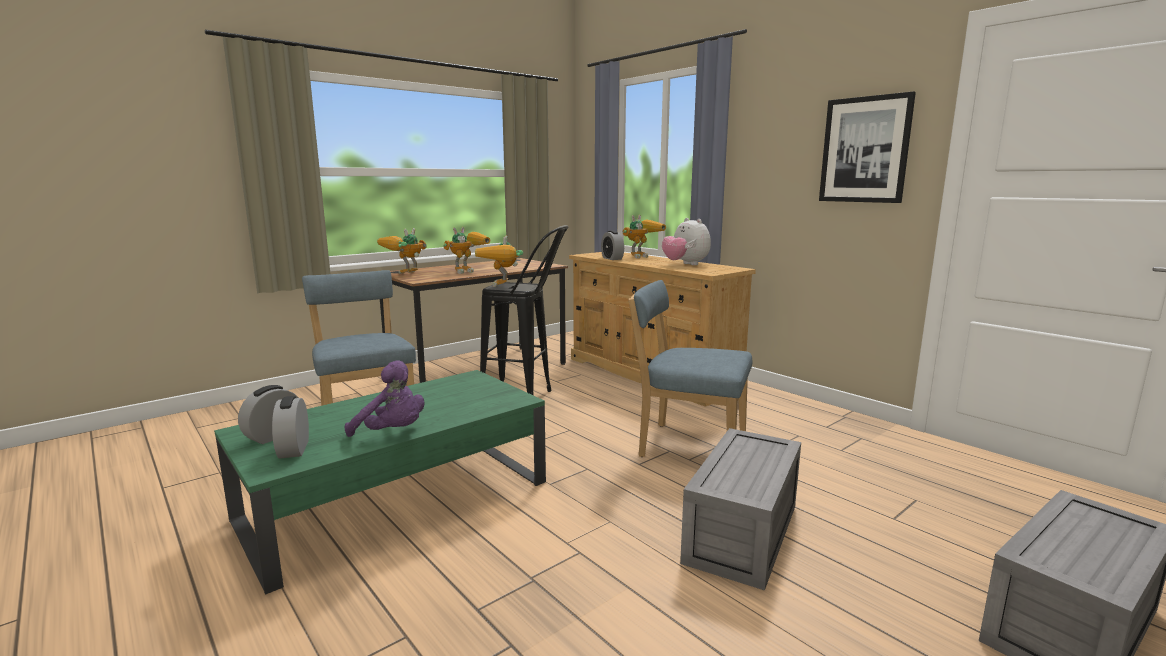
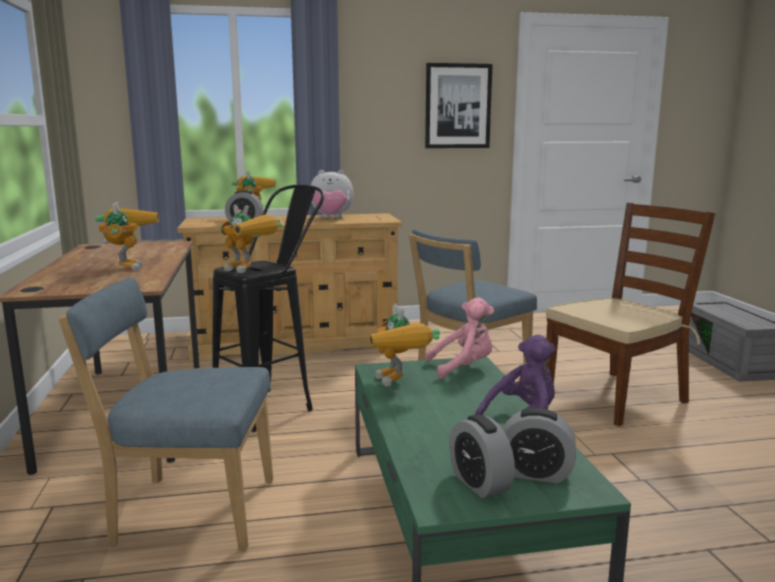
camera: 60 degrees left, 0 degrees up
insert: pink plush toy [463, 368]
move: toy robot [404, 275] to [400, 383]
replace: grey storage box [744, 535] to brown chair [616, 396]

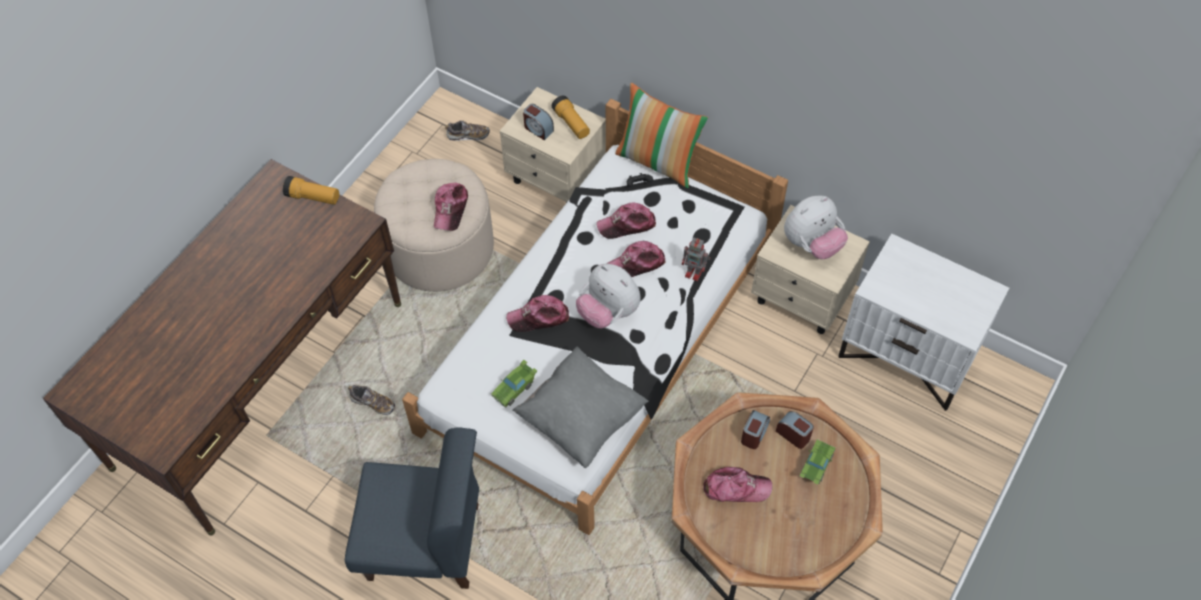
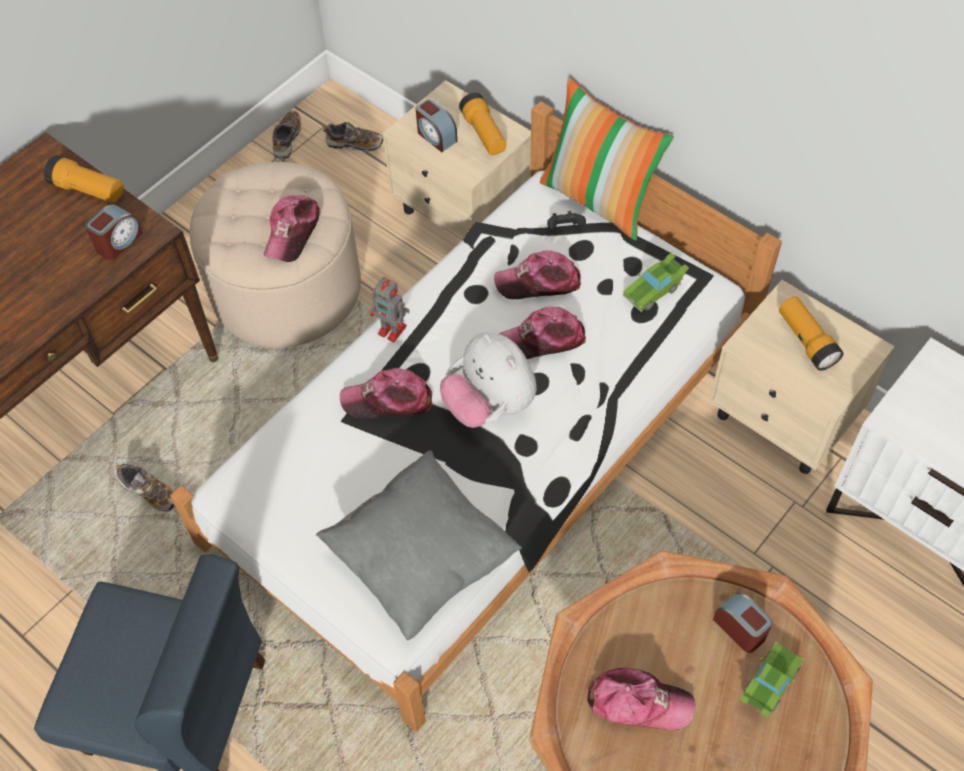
camera: 10 degrees right, 0 degrees up
insert: shoe [287, 140]
move: toy robot [695, 273] to [393, 330]; green toy car [515, 388] to [654, 290]; alarm clock [754, 434] to [118, 242]
replace: plush toy [812, 244] to flashlight [806, 341]

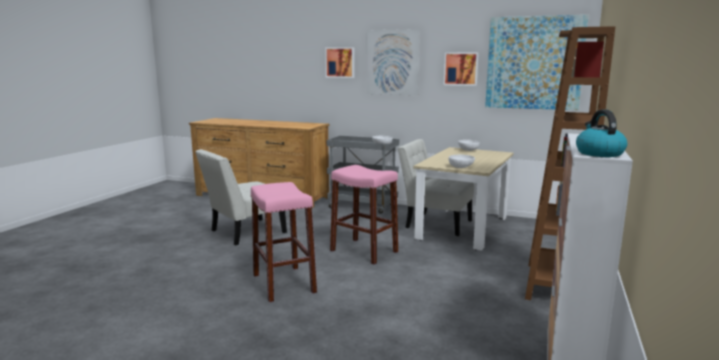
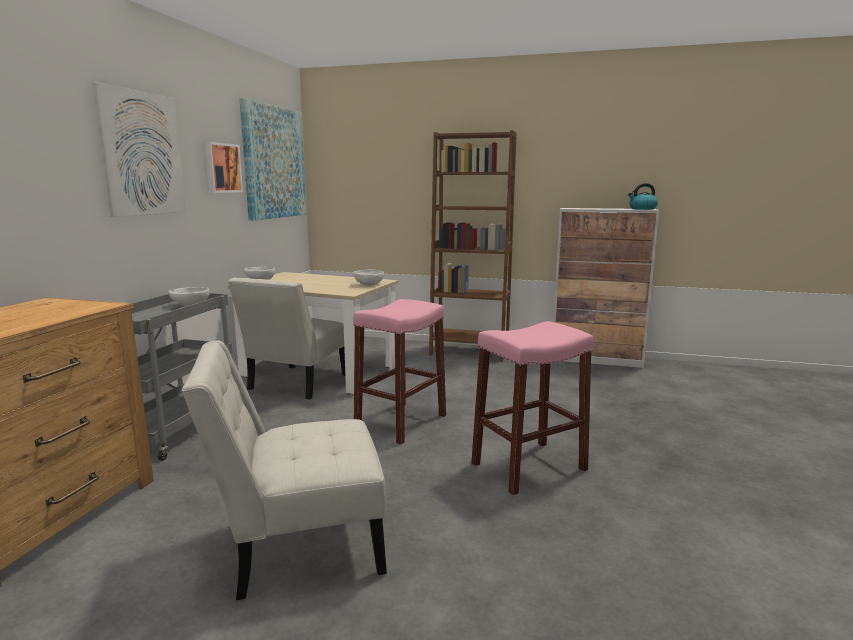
camera: 95 degrees left, 0 degrees up
delete: picture [340, 62]
rotate: white chair [244, 232] = [298, 545] 120 degrees clockwise

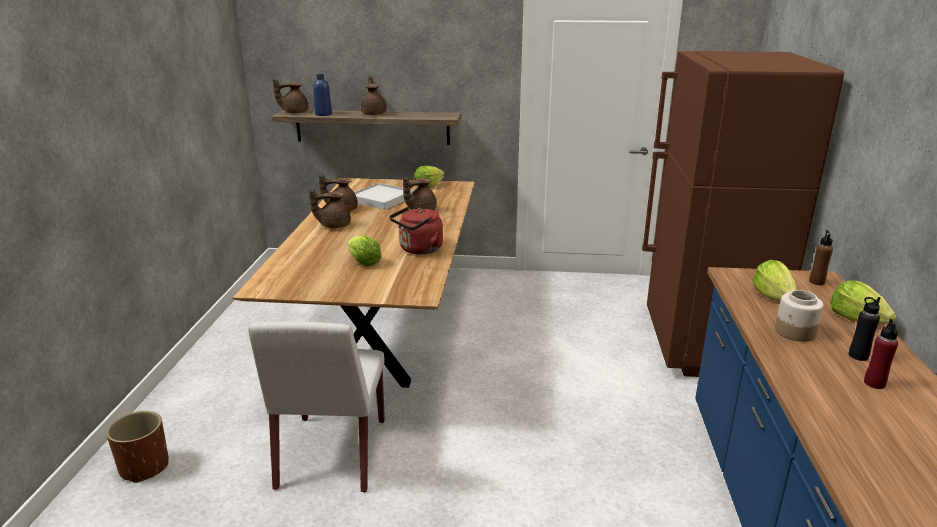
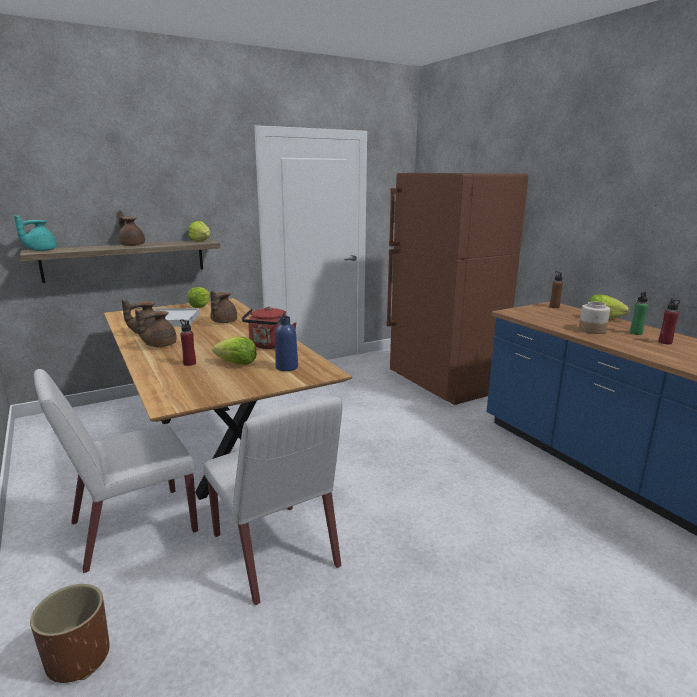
camera: 35 degrees left, 5 degrees down
insert: red bottle [189, 363]; white chair [132, 528]
move: blue bottle [323, 114] to [286, 367]; lettuce [773, 297] to [201, 241]
recolor: brown teapot [294, 112] to turquoise teapot [40, 250]; black bottle [858, 356] to green bottle [635, 333]

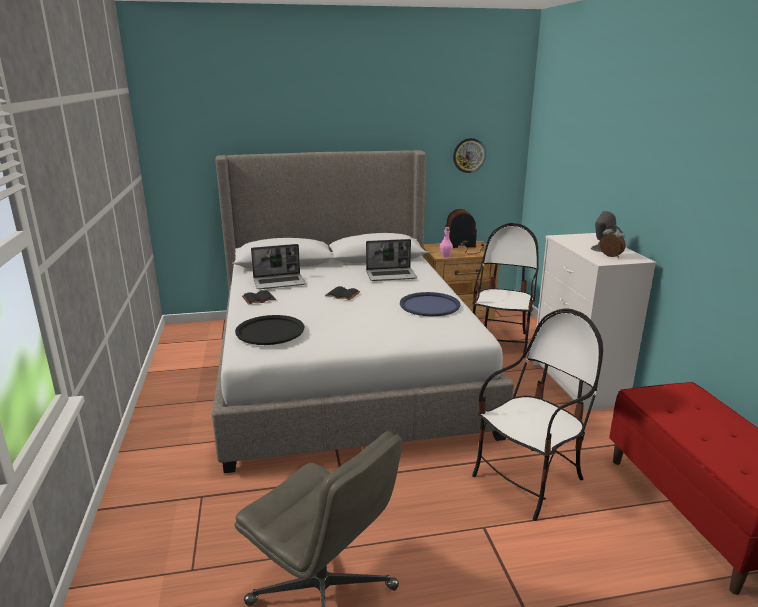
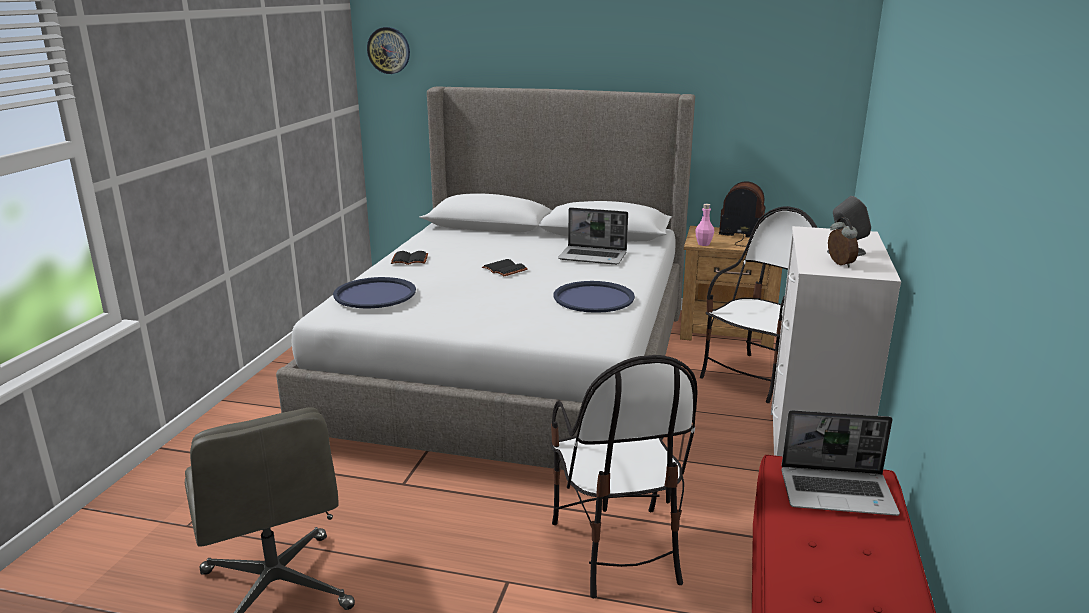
camera: 25 degrees right, 0 degrees up
move: wall clock [468, 155] to [389, 50]; laptop [280, 282] to [838, 492]
recolor: black tray [270, 331] to blue tray [375, 294]
rotate: chair [529, 481] = [617, 549] 90 degrees clockwise

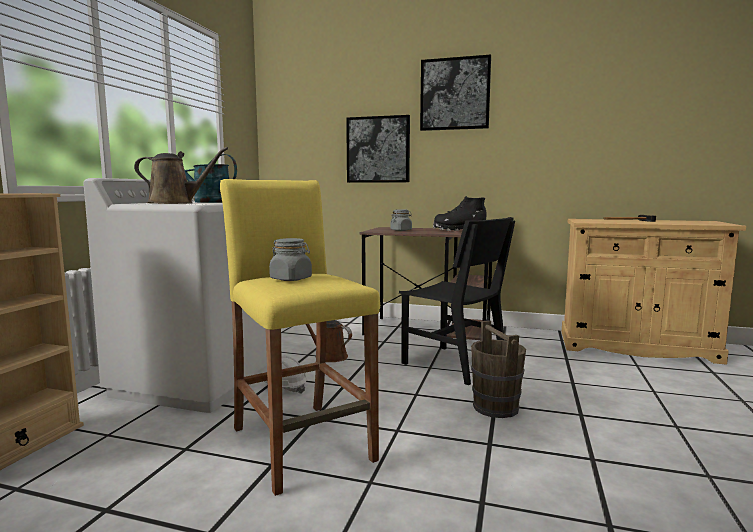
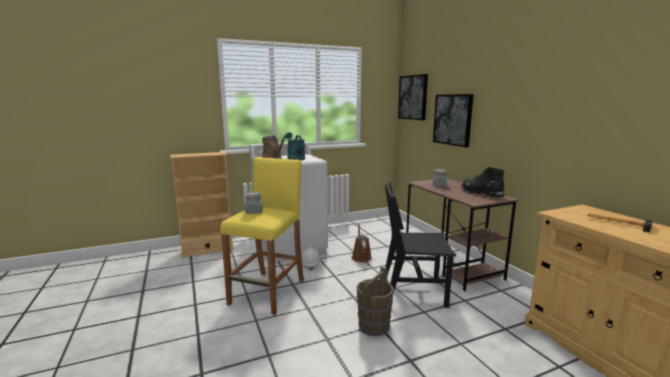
camera: 50 degrees right, 5 degrees up
move: picture [455, 94] to [413, 97]
rotate: black chair [453, 364] = [413, 292] 90 degrees clockwise

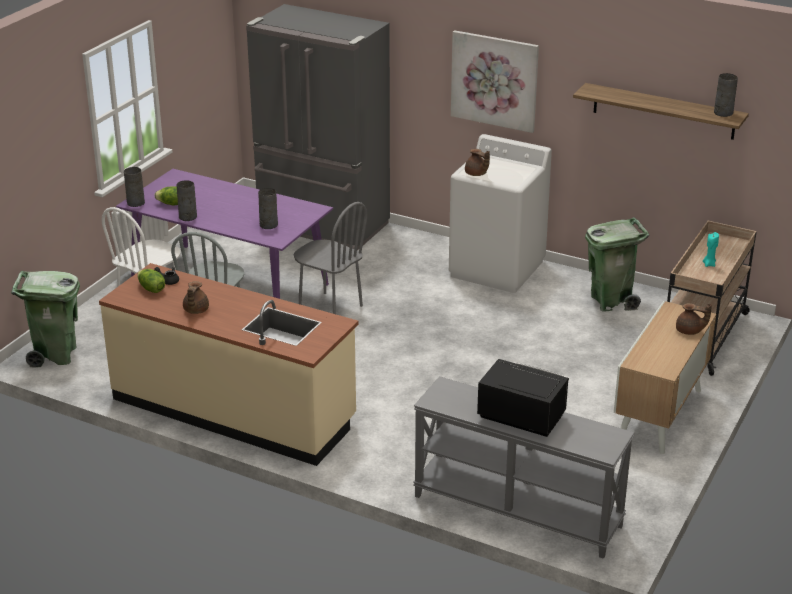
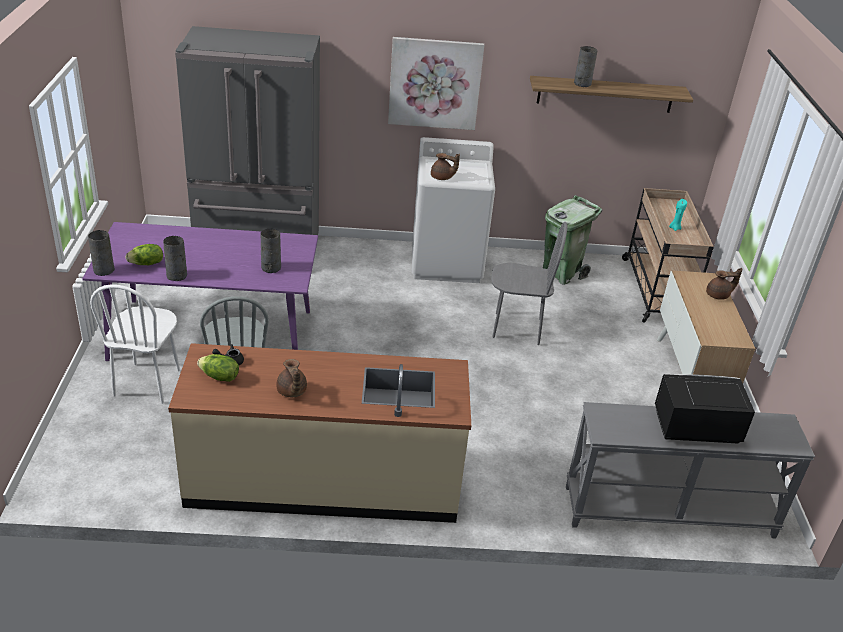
camera: 30 degrees left, 5 degrees up
delete: green trash can [56, 355]
move: grey vase [722, 113] to [582, 84]; grey chair [330, 308] to [517, 328]

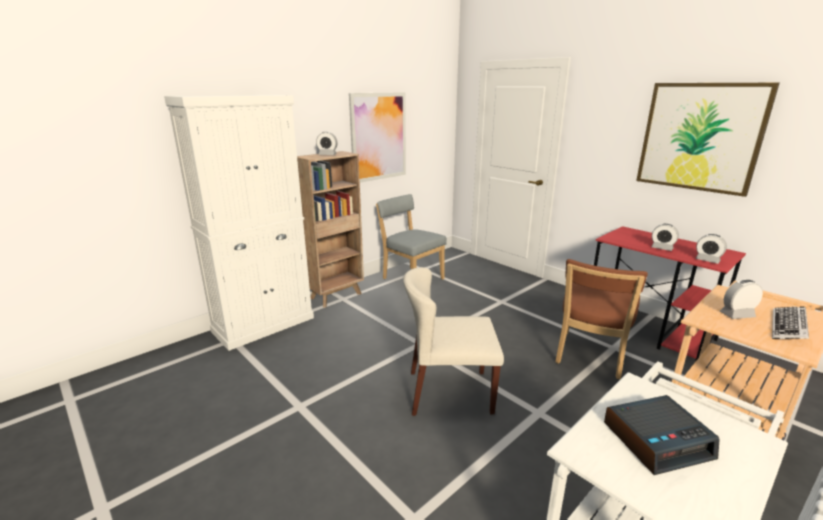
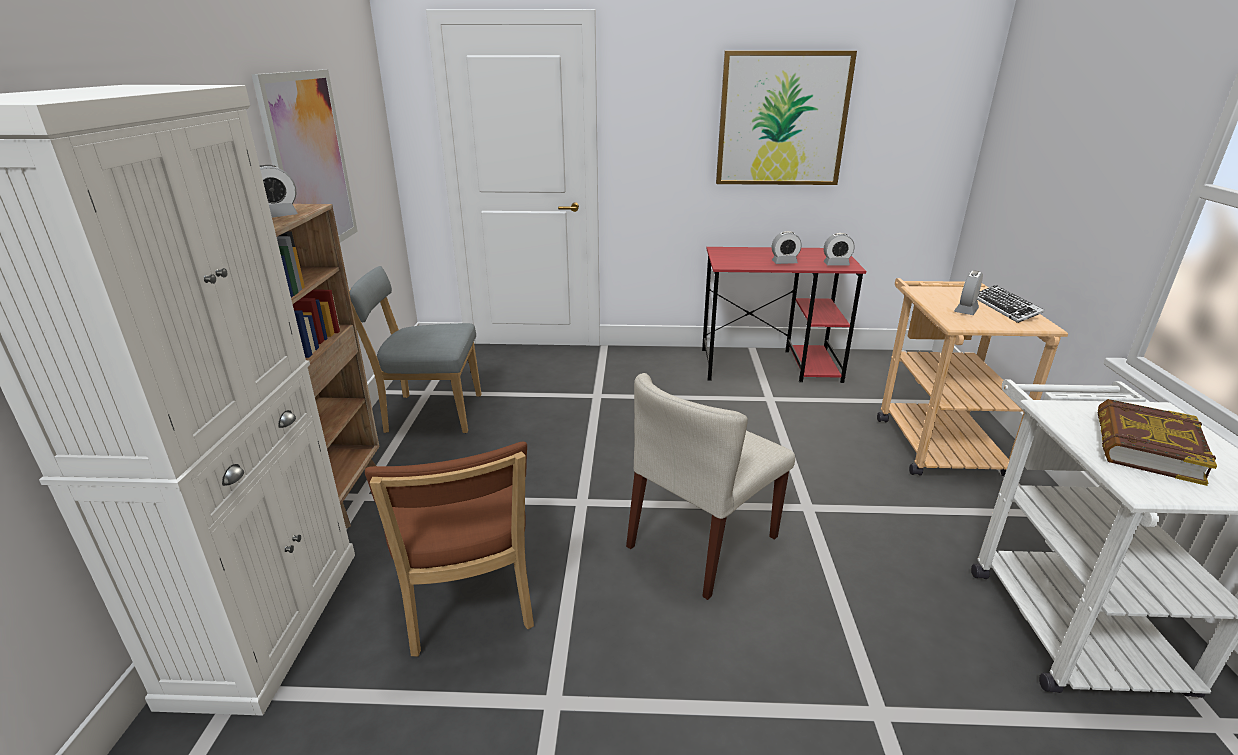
camera: 45 degrees left, 5 degrees up
move: brown chair [589, 357] to [467, 603]
replace: alarm clock [657, 440] to book [1145, 447]

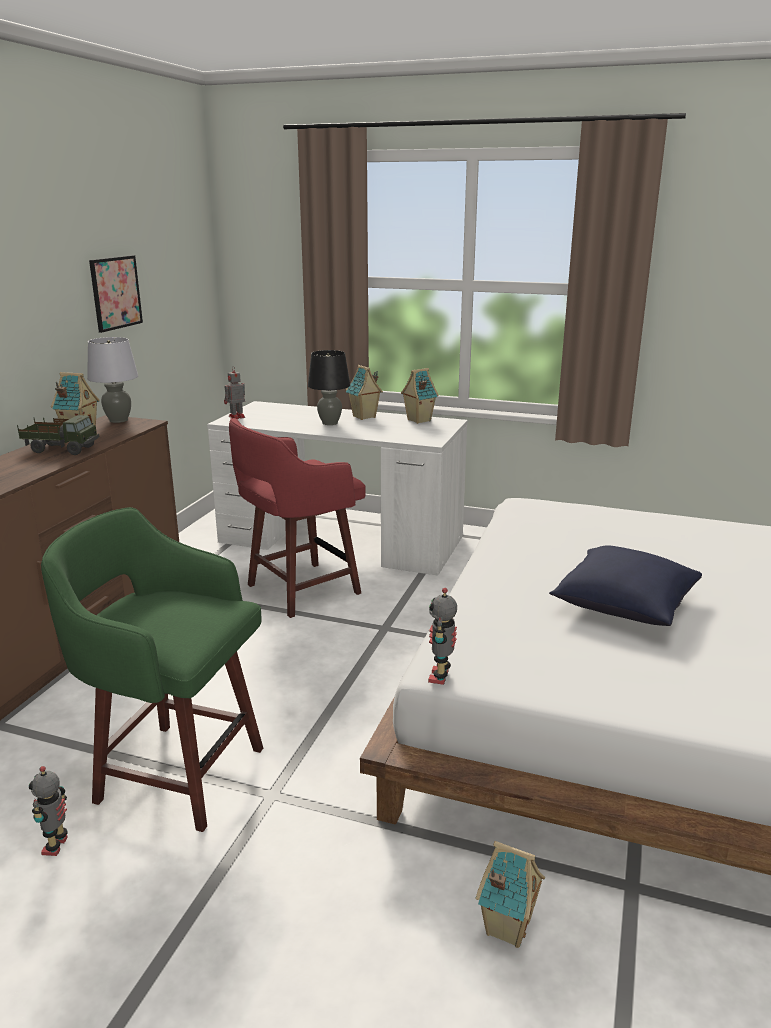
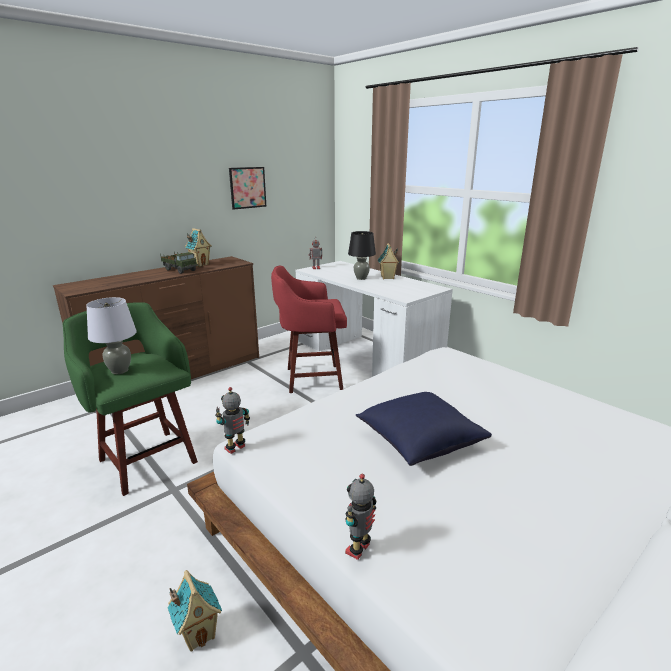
camera: 30 degrees right, 0 degrees up
delete: toy house [418, 420]
move: grey table lamp [118, 420] to [119, 371]; toy robot [57, 846] to [359, 549]

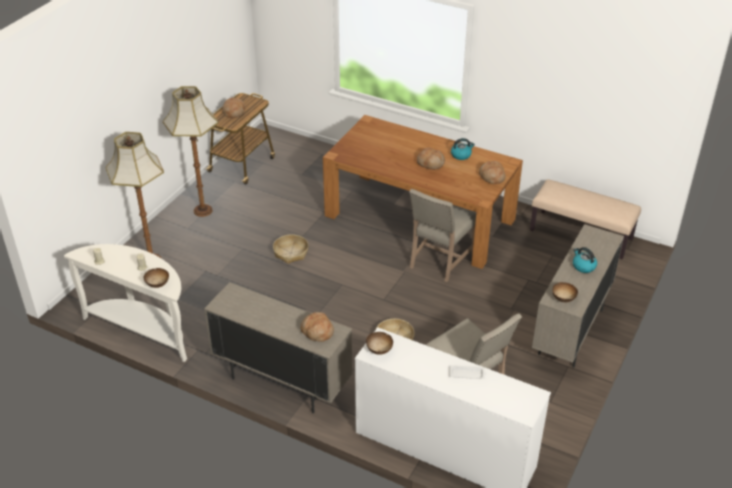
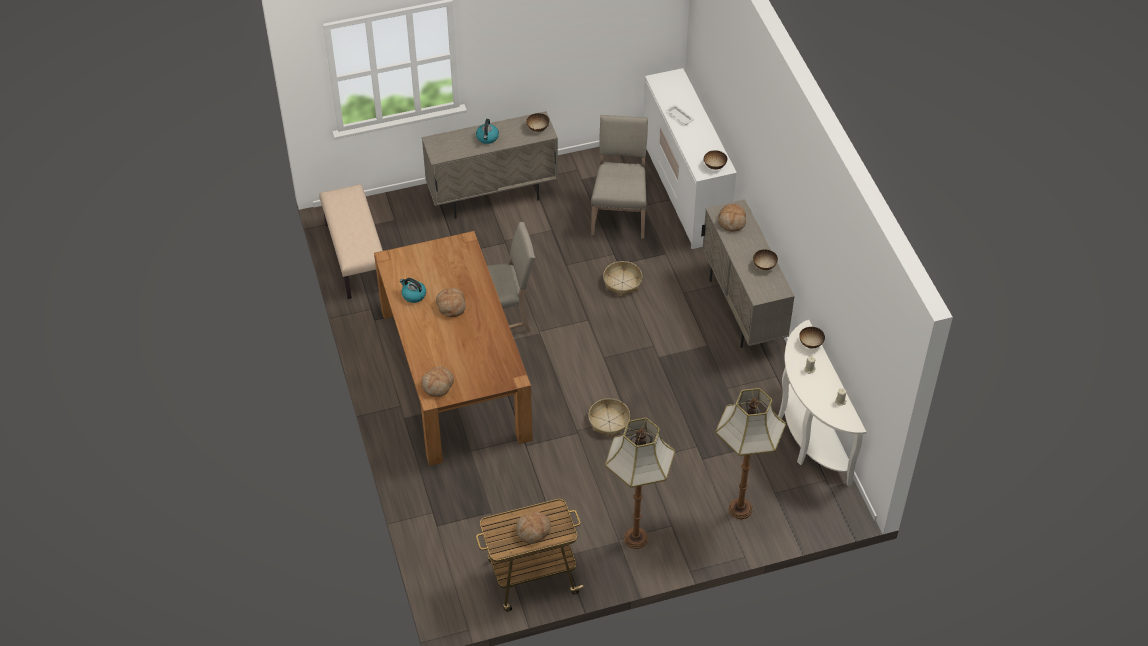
camera: 135 degrees left, 10 degrees up
insert: bowl [764, 266]
move: bread [491, 177] to [438, 385]

